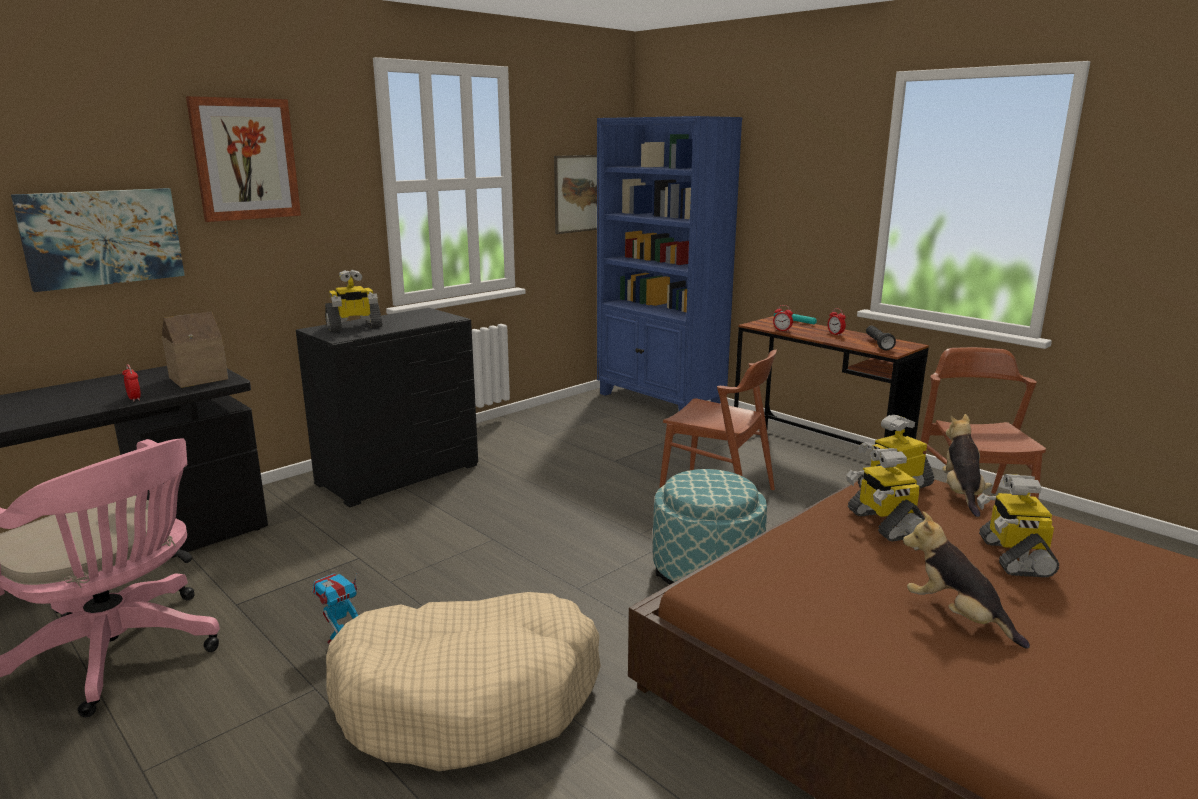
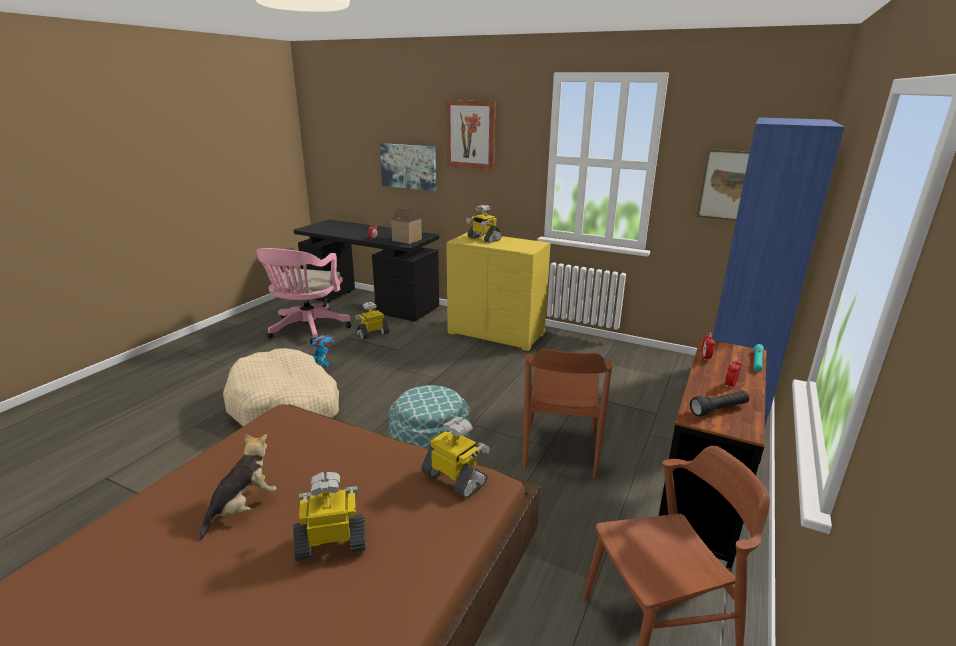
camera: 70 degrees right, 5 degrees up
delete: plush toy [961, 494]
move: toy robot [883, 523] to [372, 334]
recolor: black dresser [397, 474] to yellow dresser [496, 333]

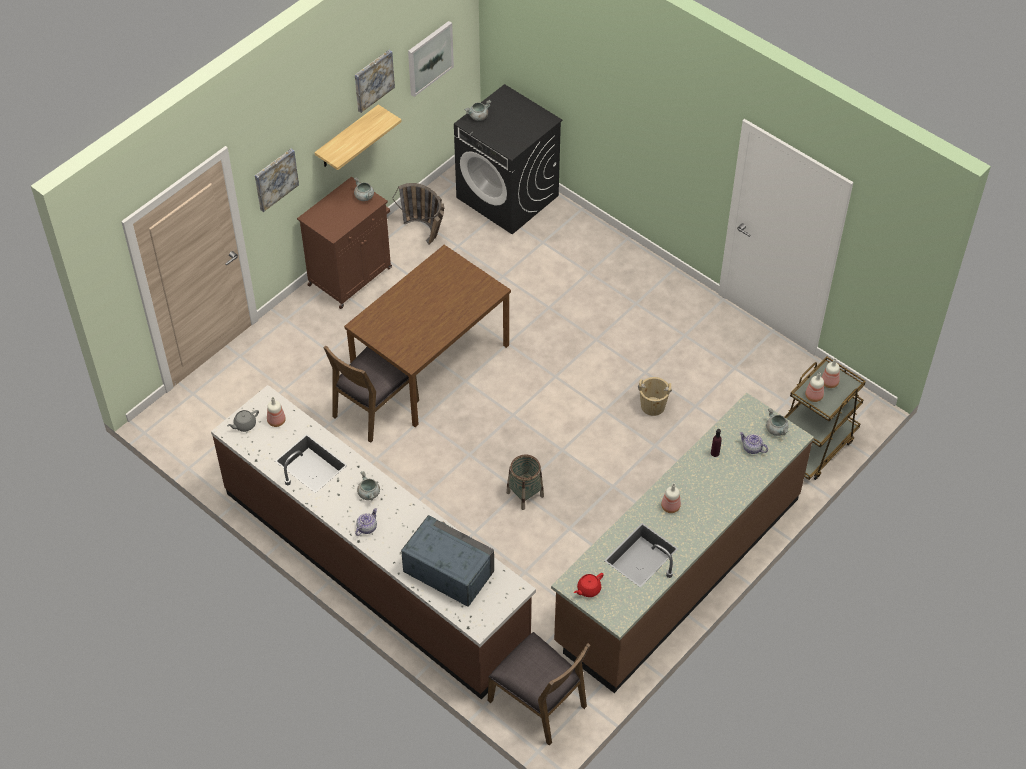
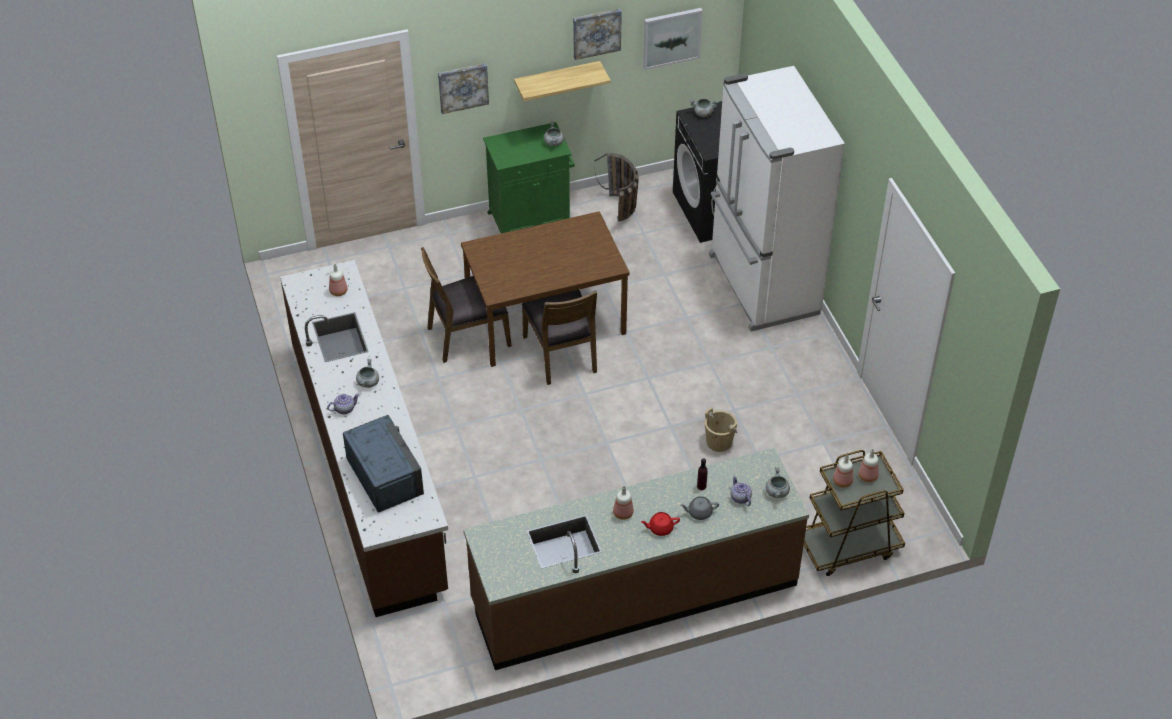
camera: 30 degrees right, 5 degrees down
delete: basket [525, 494]
insert: white fridge [762, 285]
move: grey teapot [244, 425] to [699, 512]; red teapot [588, 589] to [660, 528]; brown chair [539, 702] to [561, 354]
recolor: brown cabinet [351, 275] to green cabinet [531, 220]

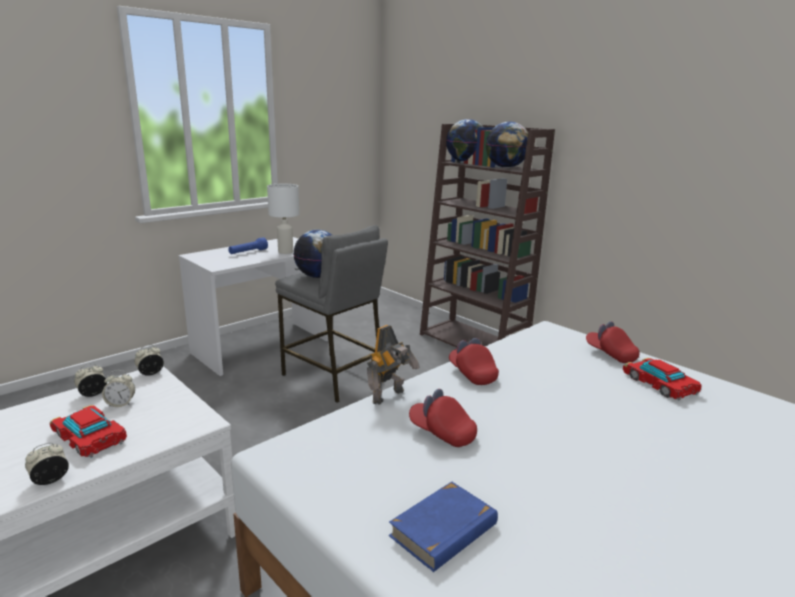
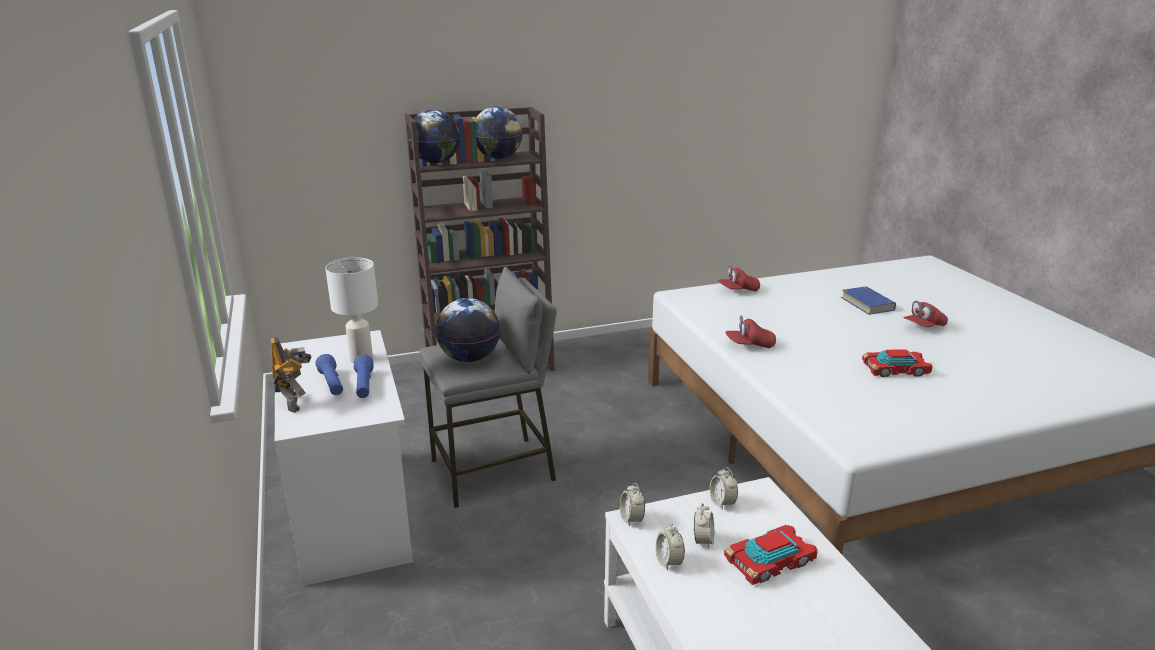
camera: 65 degrees left, 5 degrees up
insert: blue flashlight [364, 385]
move: toy robot [390, 397] to [295, 402]; toy car [659, 384] to [895, 370]; red cap [442, 433] to [924, 327]; alarm clock [50, 480] to [722, 502]; blue book [444, 530] to [867, 303]

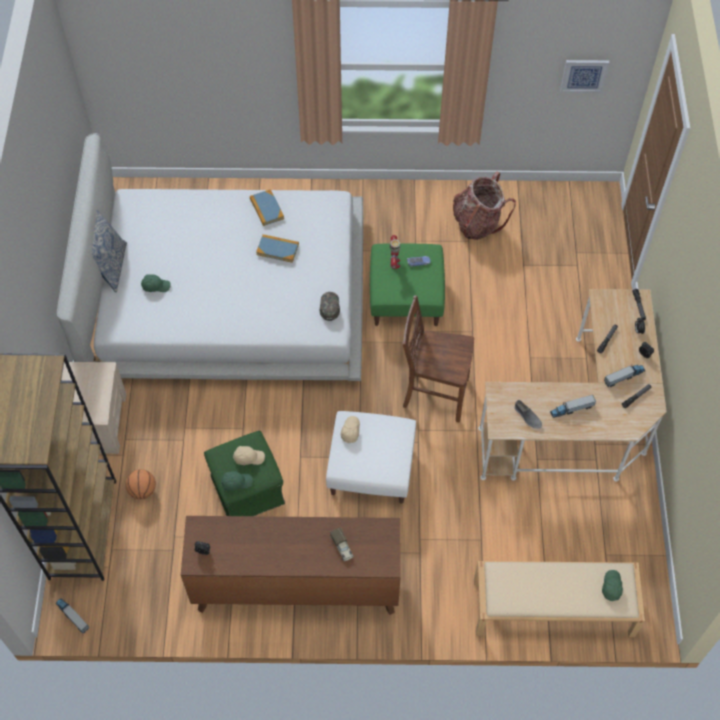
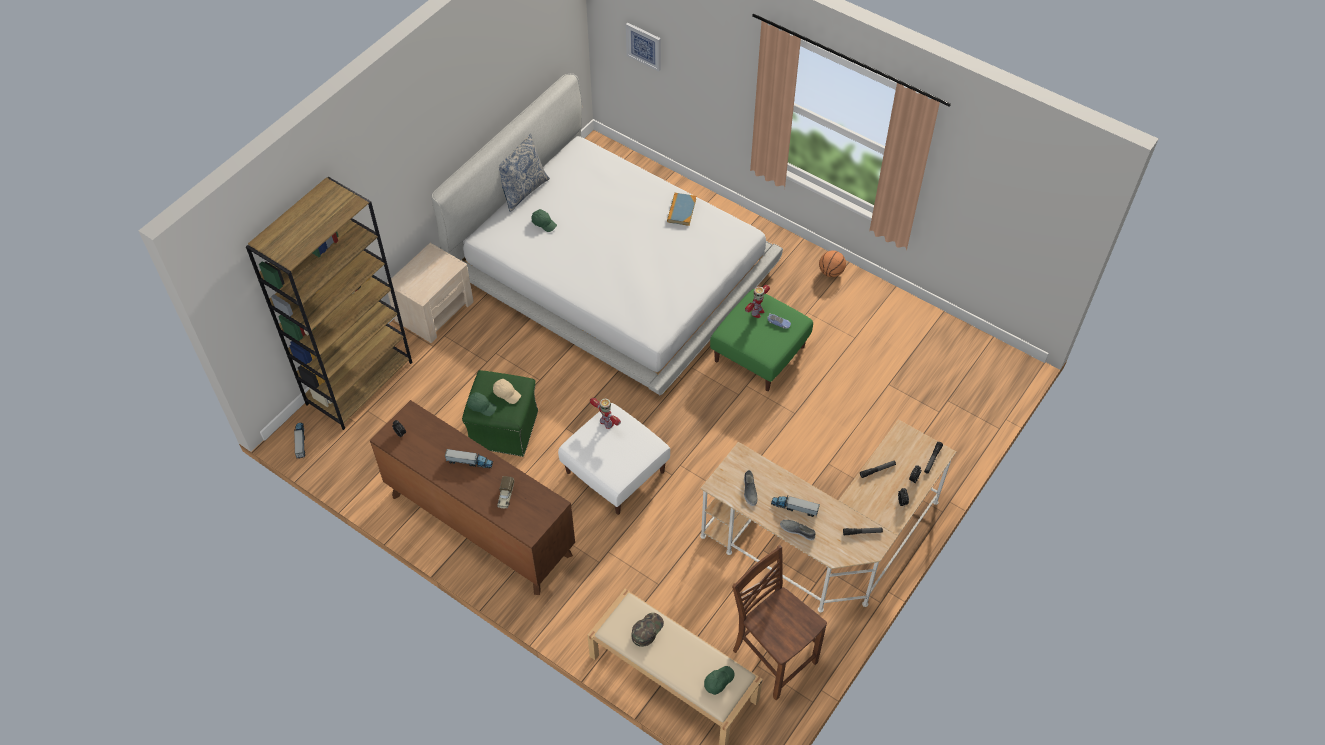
camera: 35 degrees right, 5 degrees down
delete: backpack [477, 223]; book [277, 249]
insert: grey shoe [797, 530]
move: picture [584, 75] to [644, 46]; green cap [329, 307] to [647, 630]; brown chair [434, 393] to [772, 656]; toy truck [624, 377] to [469, 462]; basketball [142, 490] to [831, 272]
replace: beige cap [350, 431] to toy robot [606, 423]

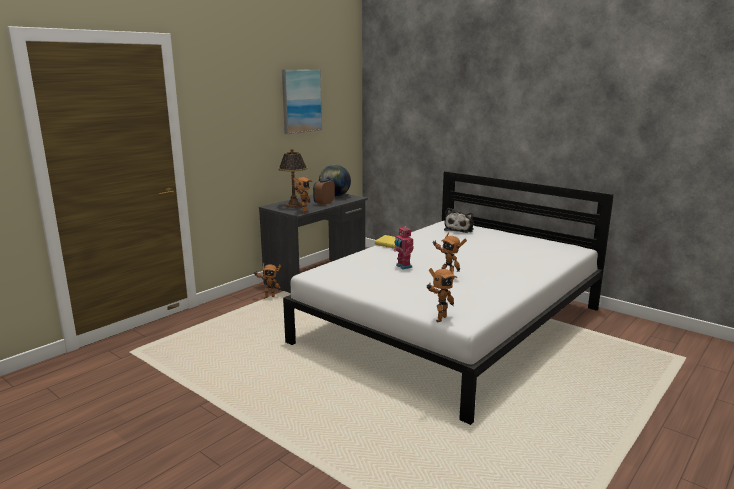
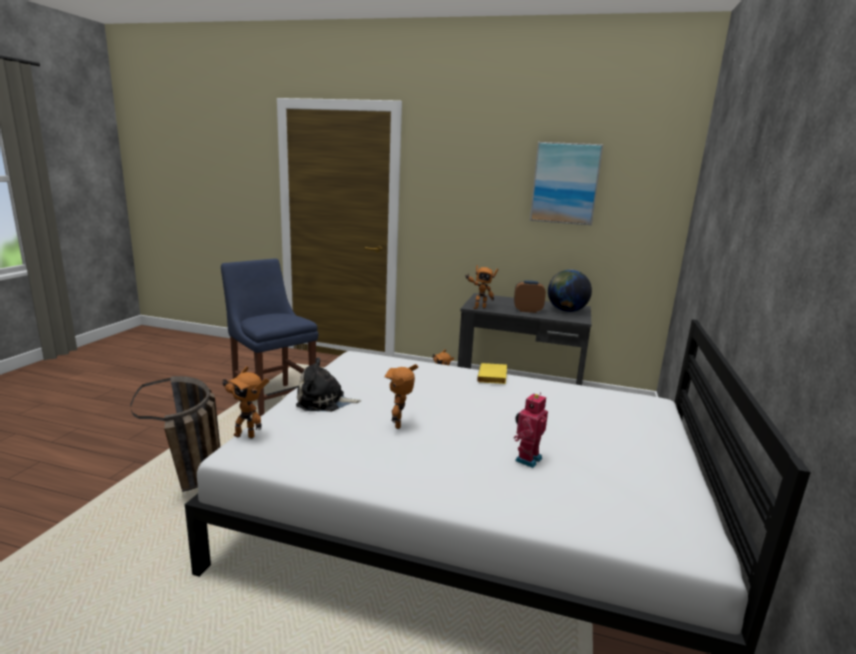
camera: 65 degrees right, 0 degrees up
delete: table lamp [294, 205]
insert: blue chair [273, 400]; basket [194, 480]
move: plush toy [459, 229] to [324, 401]; toy robot [403, 266] to [526, 459]

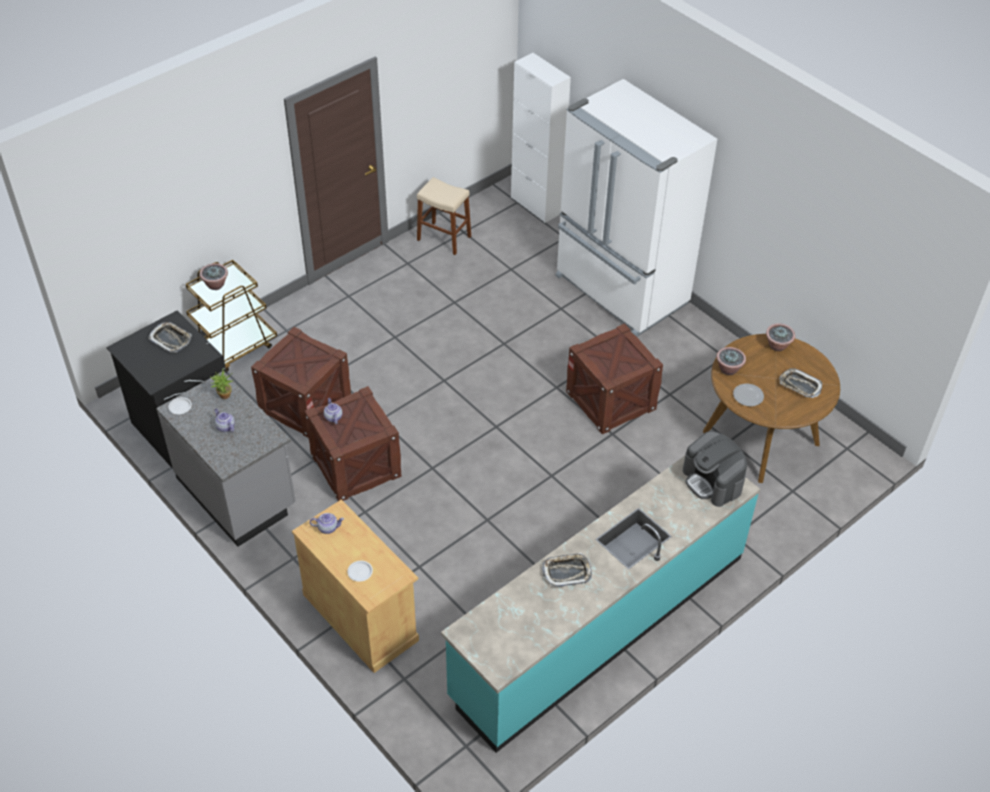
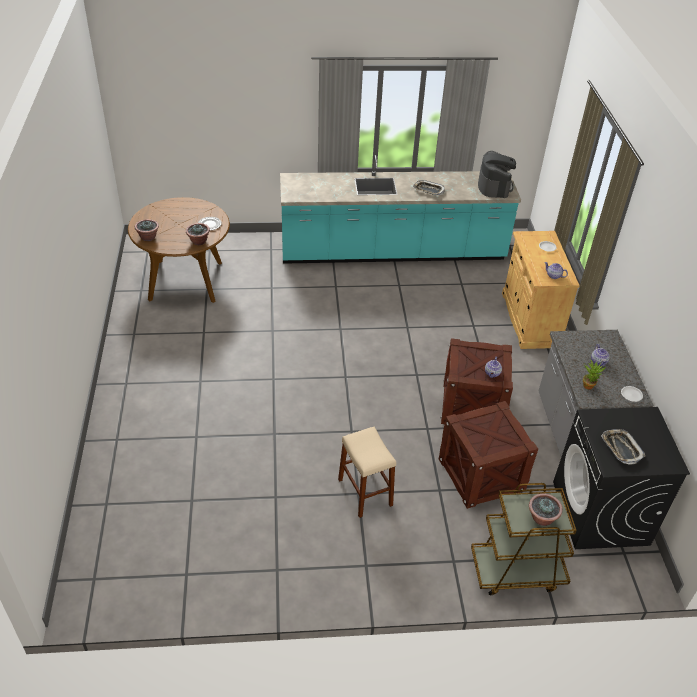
camera: 145 degrees left, 5 degrees down
delete: white cabinet [536, 205]; white fridge [620, 291]; crate [610, 400]; tray [799, 385]
move: beige stool [444, 238] to [365, 492]; coffee machine [712, 481] to [494, 186]

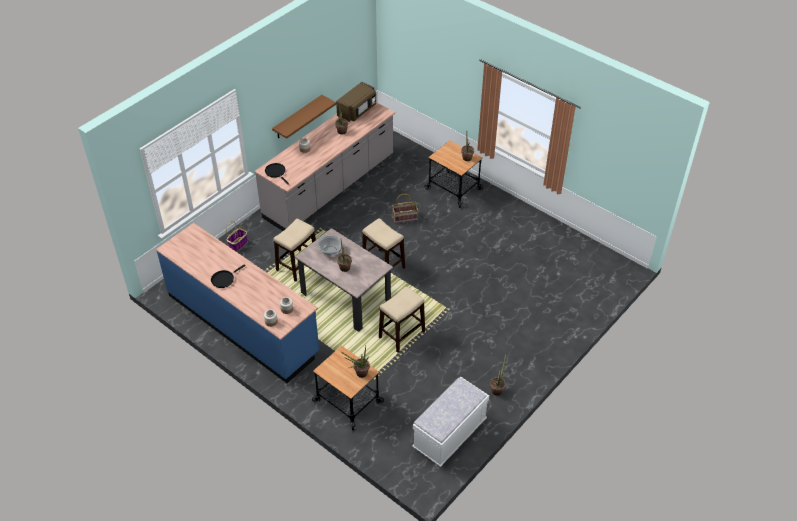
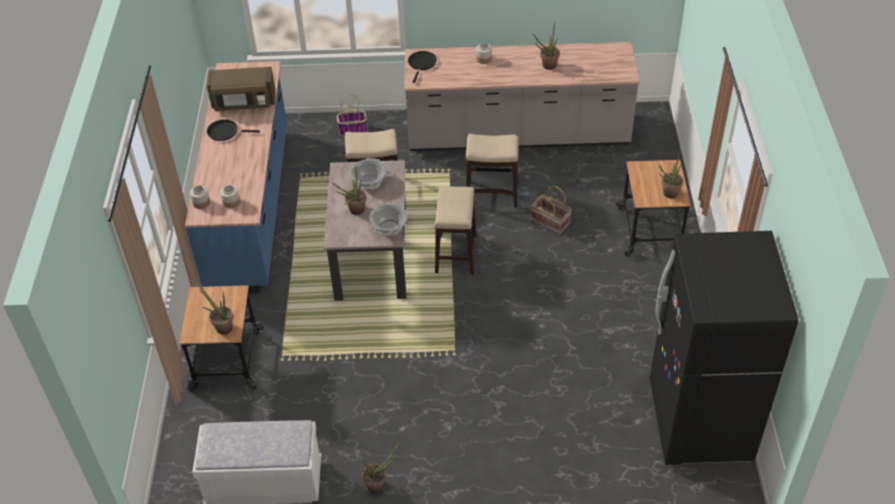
camera: 50 degrees right, 0 degrees up
delete: brown shelf [298, 117]
insert: cooking pot [389, 227]; black fridge [699, 422]
move: brown microwave [357, 111] to [243, 102]; stool [401, 334] to [491, 194]

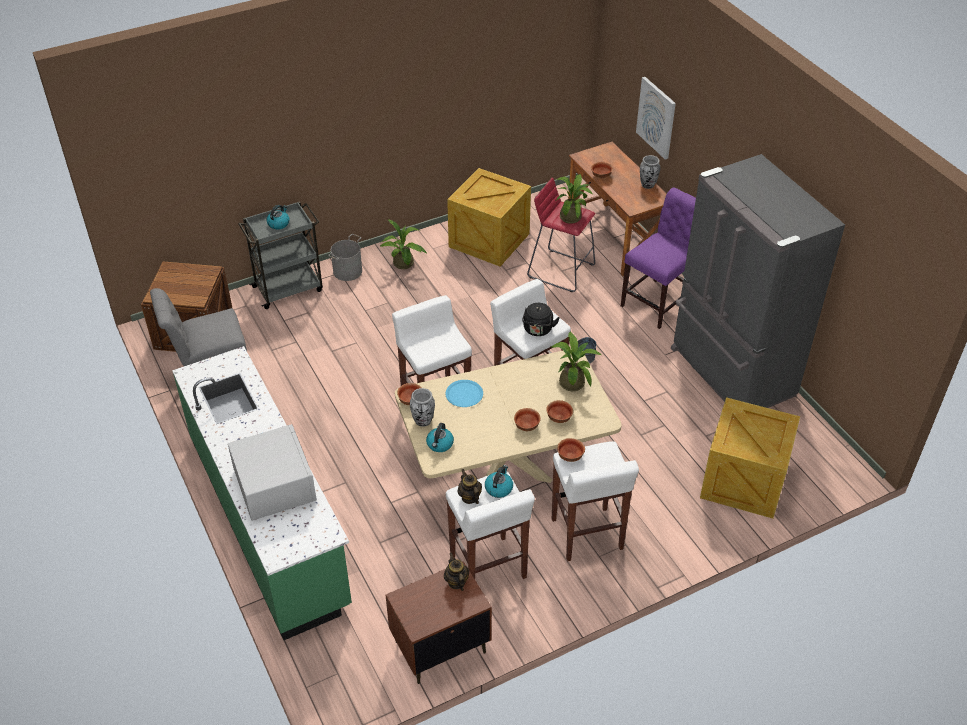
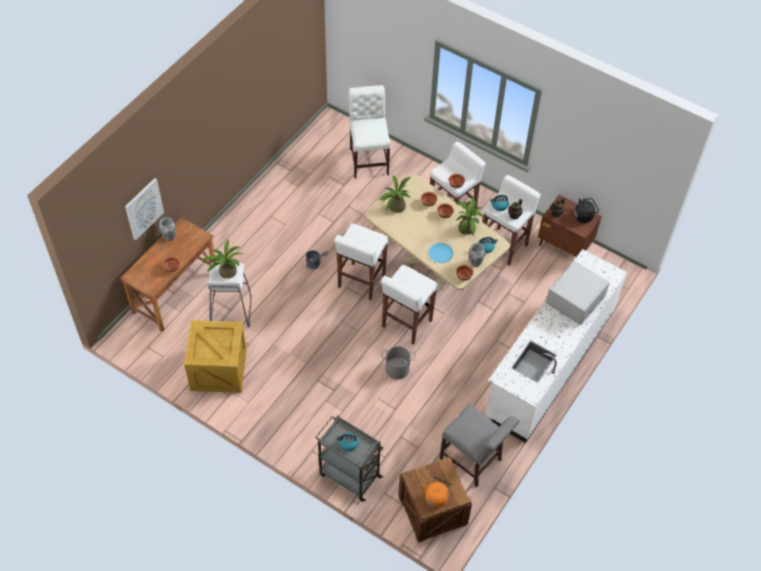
camera: 120 degrees left, 10 degrees up
delete: grey fridge [730, 373]; purple chair [660, 301]
insert: orange kettle [436, 497]
move: potted plant [404, 265] to [467, 227]; grey bucket [347, 271] to [397, 369]; black kettle [538, 330] to [584, 216]
replace: crate [744, 482] to white chair [369, 159]
recolor: red stool [561, 270] to white stool [230, 310]; green counter [269, 520] to white counter [549, 363]

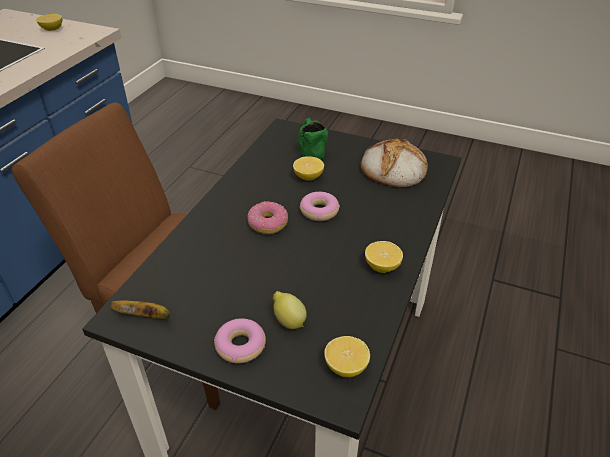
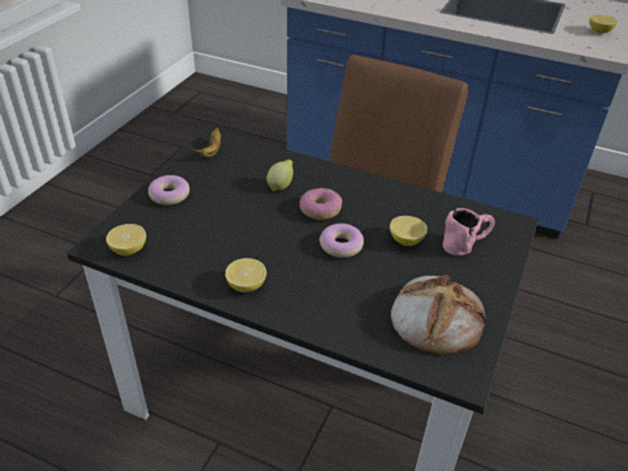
camera: 90 degrees right, 0 degrees up
move: lemon [288, 321] to [281, 186]
recolor: green mug [310, 150] to pink mug [466, 244]

